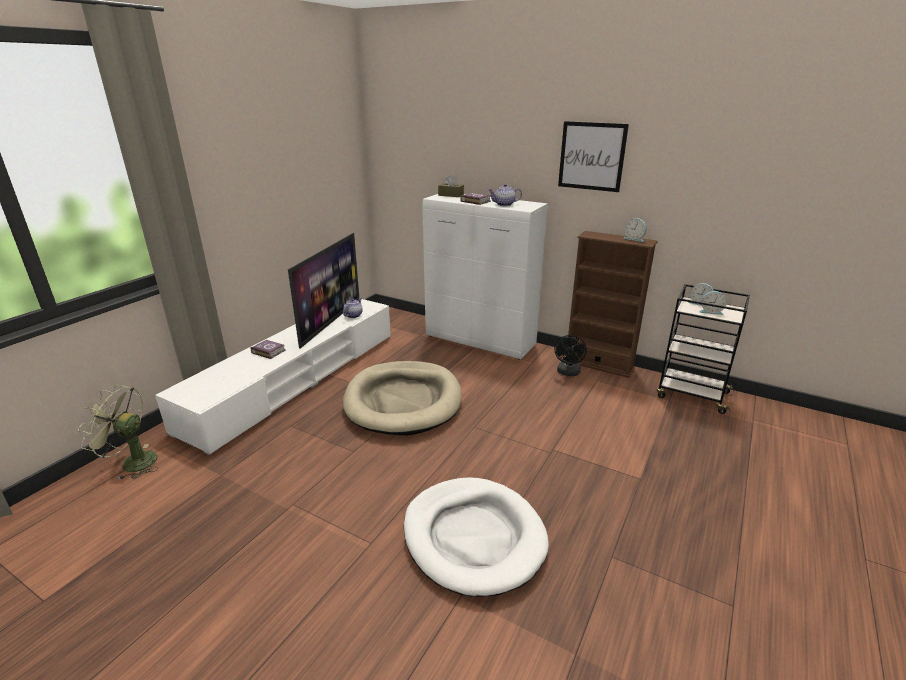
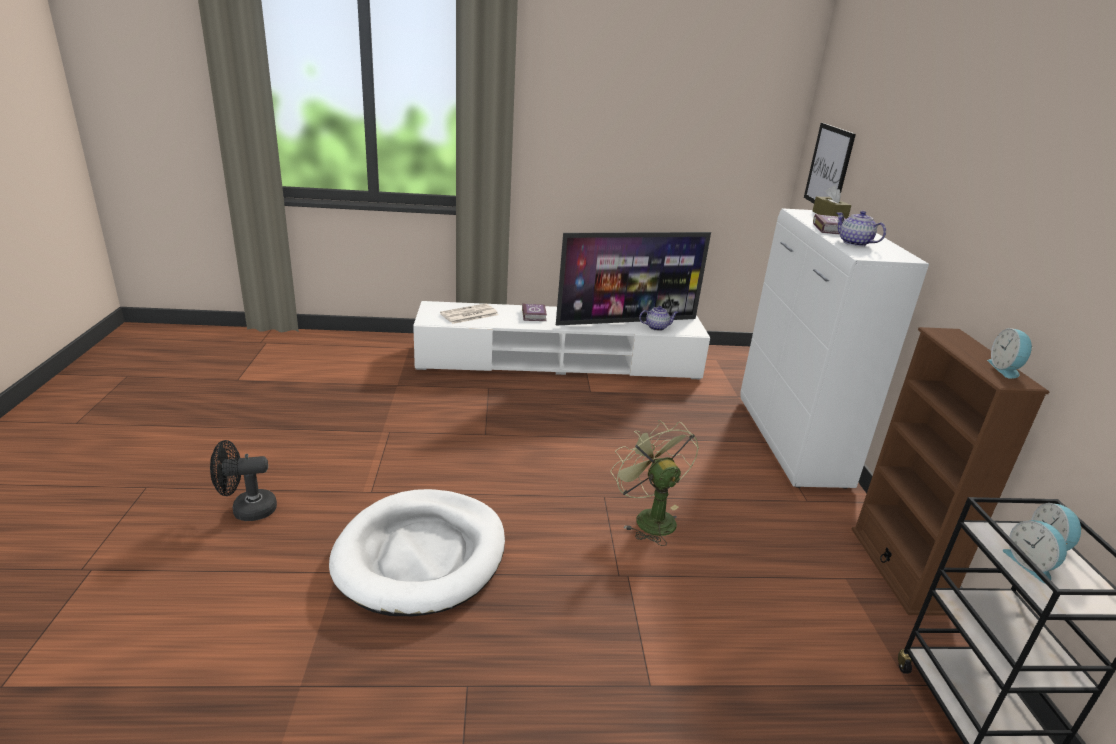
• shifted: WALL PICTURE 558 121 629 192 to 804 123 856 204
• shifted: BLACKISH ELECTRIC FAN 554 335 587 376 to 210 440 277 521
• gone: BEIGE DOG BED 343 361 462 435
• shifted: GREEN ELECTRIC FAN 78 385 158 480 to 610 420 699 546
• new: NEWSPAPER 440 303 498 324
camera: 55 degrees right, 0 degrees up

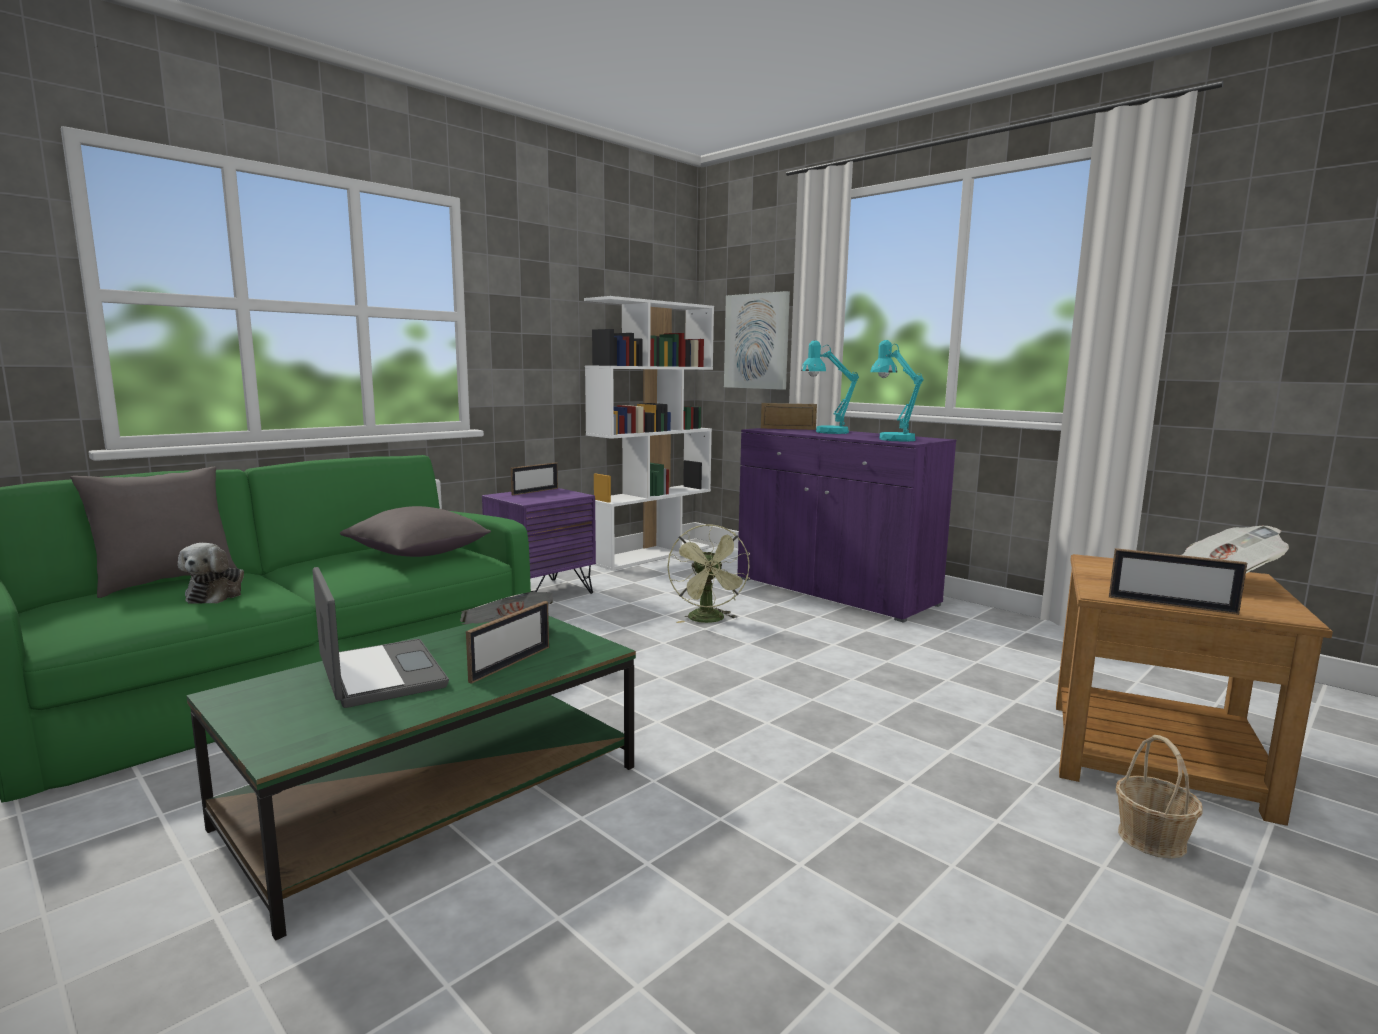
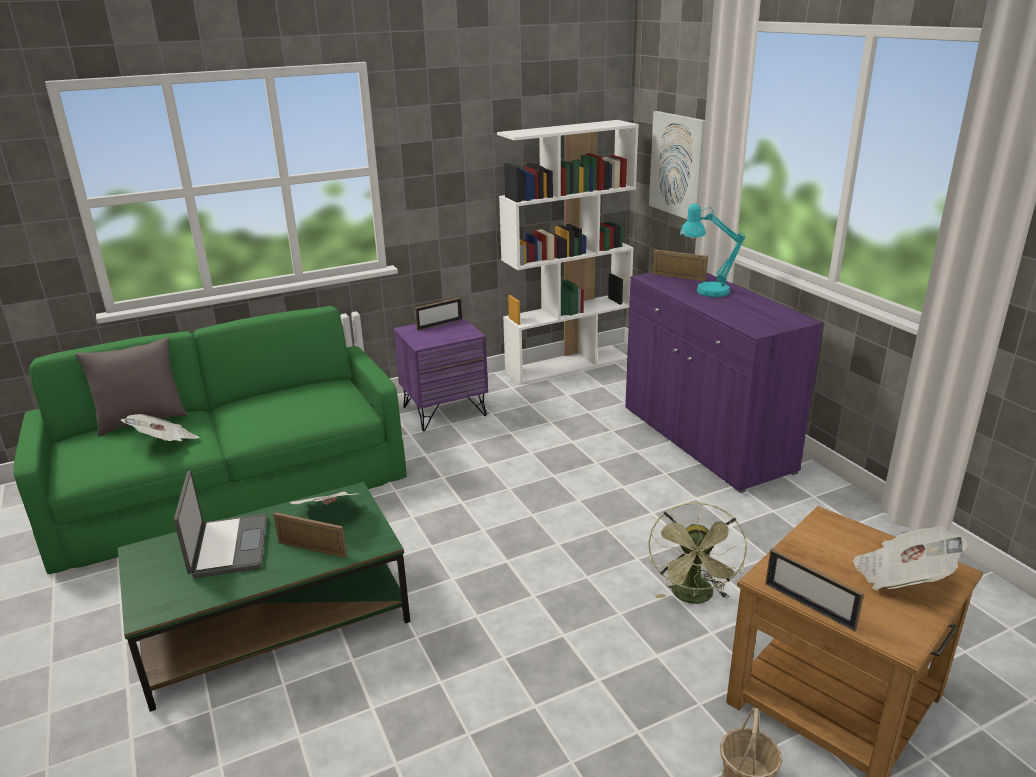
• gone: BLUE-GREEN TABLETOP LAMP 870 340 924 442
• gone: GREY THROW PILLOW 340 506 491 557
• shifted: GREEN ELECTRIC FAN 667 524 750 623 to 648 502 747 604
• swapped: SOFT TOY 178 543 244 604 to NEWSPAPER 121 414 199 441
• rotated: PICTURE FRAME 466 601 549 684 = 273 512 347 558 120 degrees counterclockwise
camera: 20 degrees right, 15 degrees up

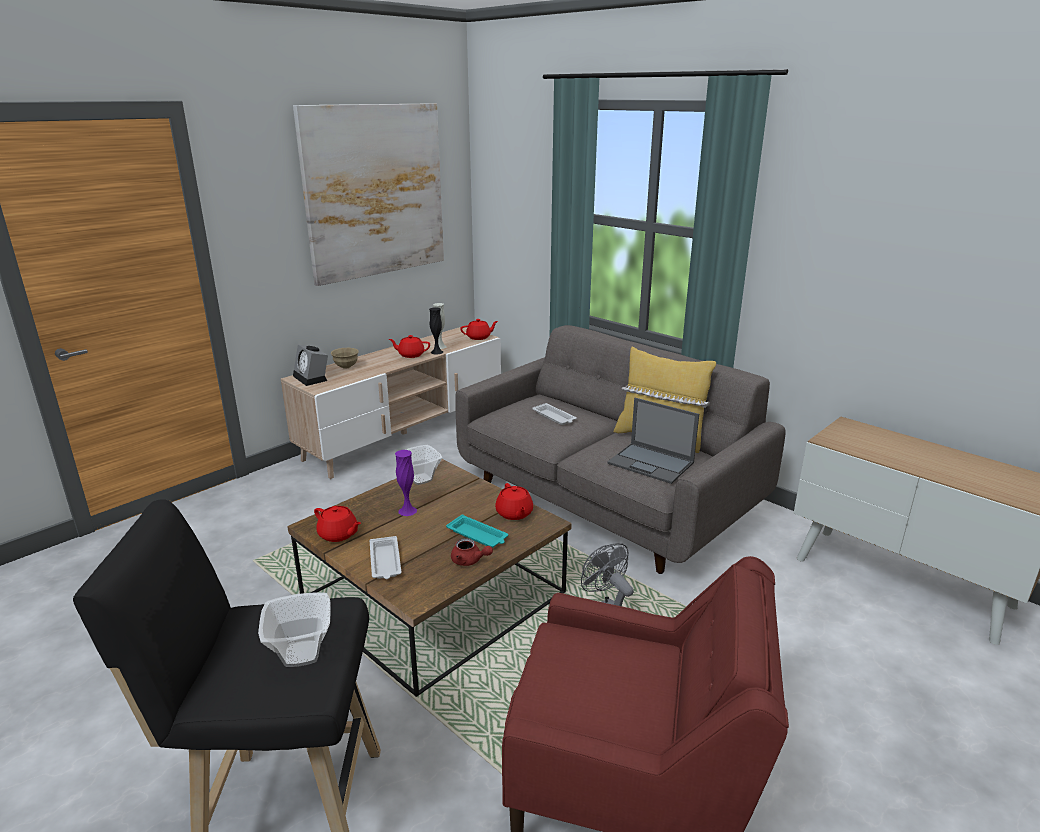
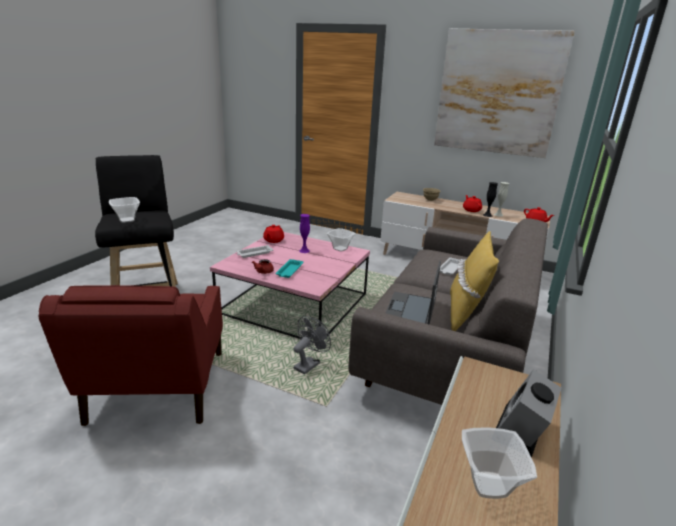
• shifted: TABLE CLOCK 293 345 328 386 to 496 369 561 457
• repainted: BROWNISH LOUNGE TABLE 287 459 572 697 to PINK-COLOURED LOUNGE TABLE 210 232 370 343
• gone: REDDISH TEA POT 495 483 533 520
• new: SERVING BOWL 462 427 537 499
camera: 70 degrees right, 0 degrees up

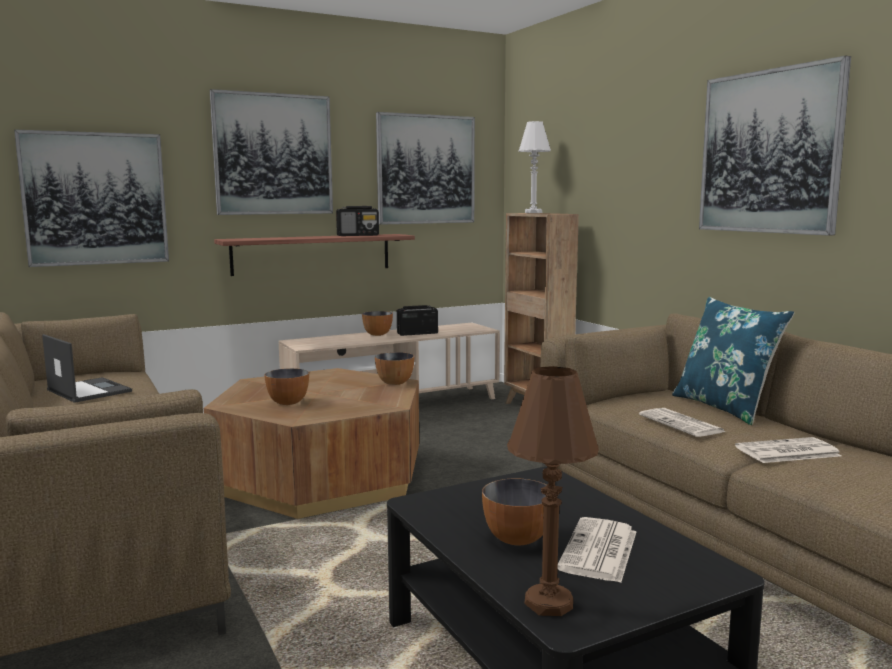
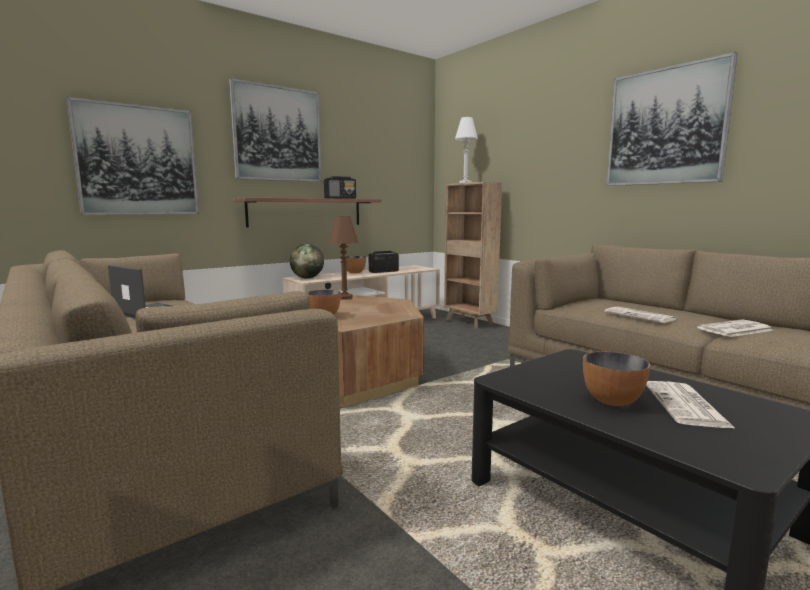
• gone: WALL PICTURE 376 112 475 225
• gone: BLUISH THROW PILLOW 672 297 794 425
• gone: SERVING BOWL 375 352 414 385
• shifted: BROWNISH TABLETOP LAMP 507 366 599 616 to 328 216 359 300
• new: DESK GLOBE 290 244 324 279
camera: 10 degrees left, 0 degrees up

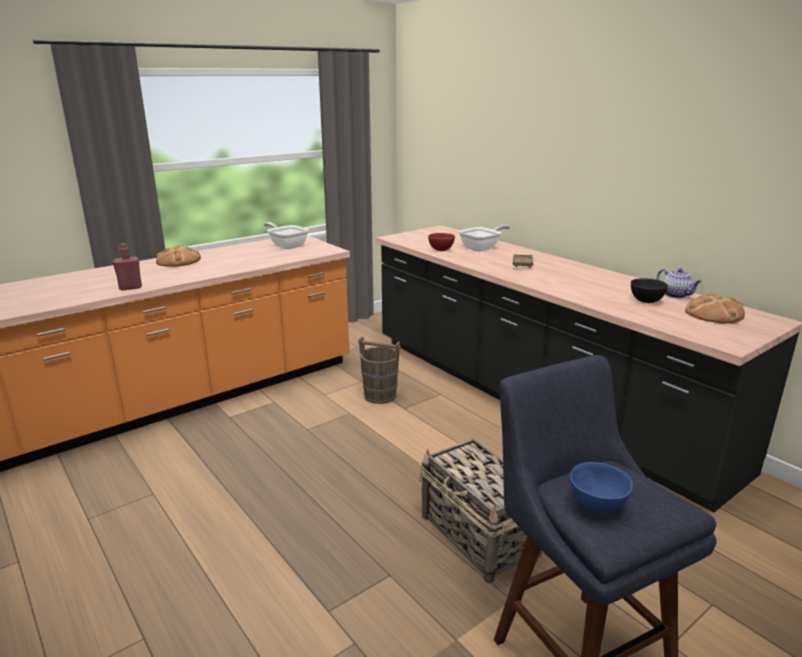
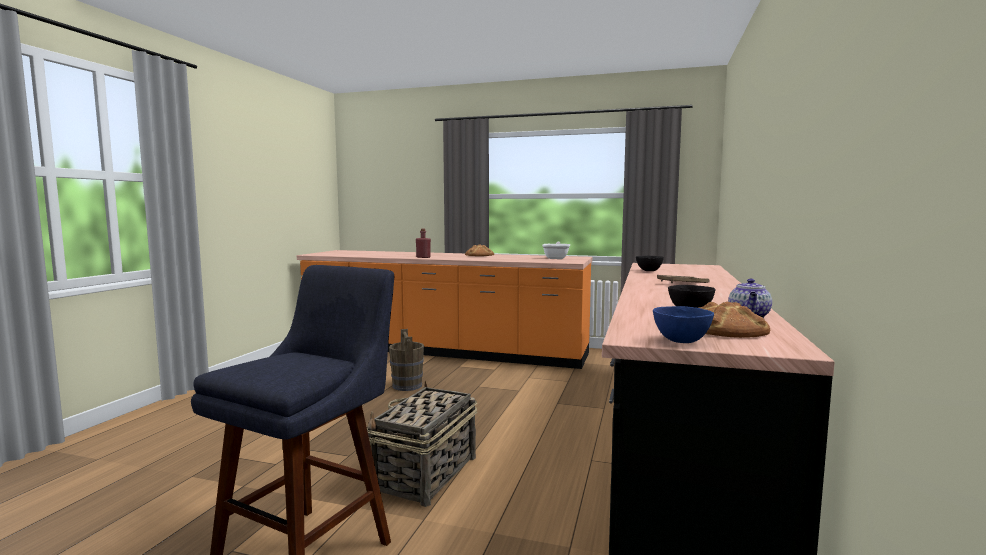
• gone: PAN 458 225 510 251
• repainted: REDDISH SERVING BOWL 428 233 455 251 to BLACKISH SERVING BOWL 636 256 664 271
• shifted: BROWNISH PAIL 358 337 401 404 to 389 329 424 391
• shifted: BLUISH SERVING BOWL 570 462 633 514 to 653 306 714 343
camera: 55 degrees right, 15 degrees down

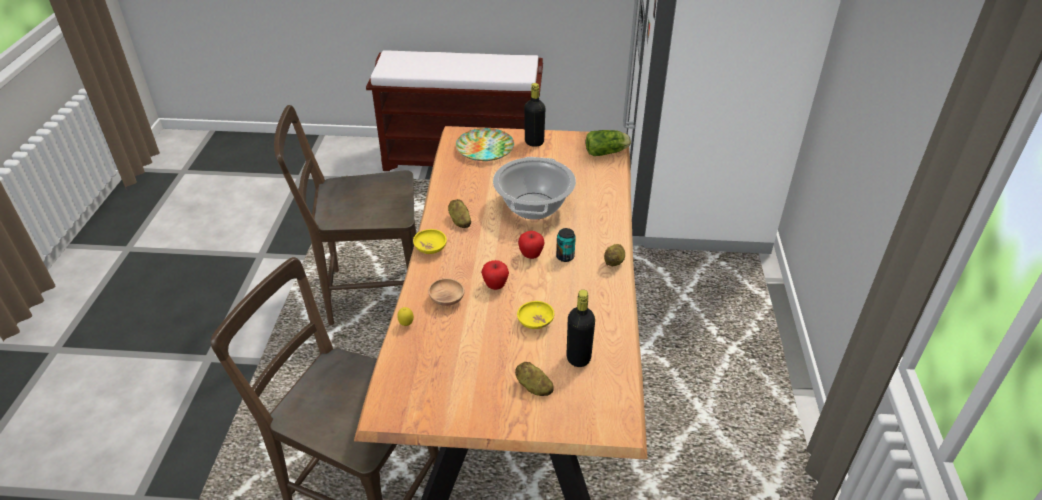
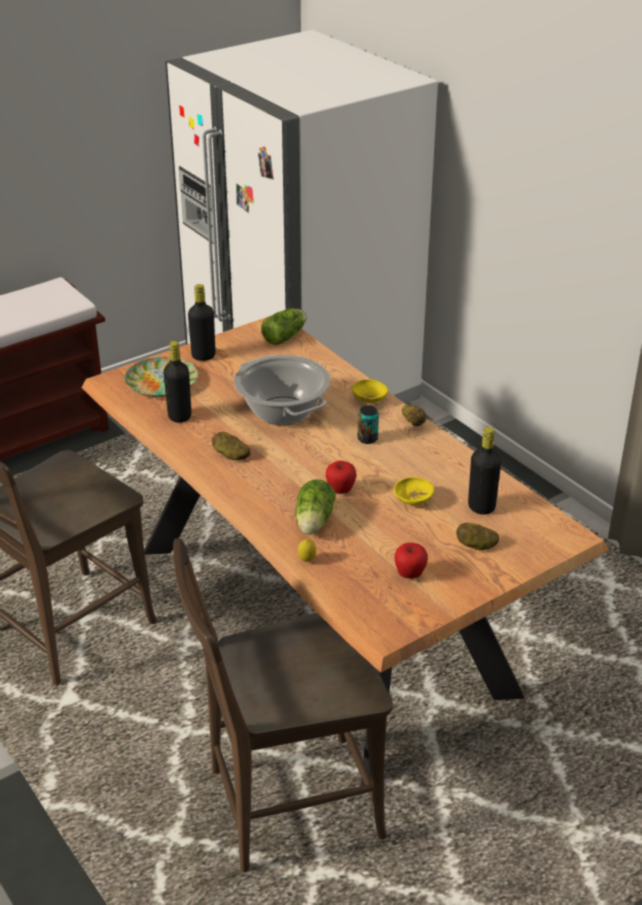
• shifted: YELLOW-COLOURED SERVING BOWL 413 229 447 254 to 352 379 388 403
• shifted: APPLE 518 231 545 259 to 395 543 428 579
• swapped: BROWNISH SERVING BOWL 428 278 465 306 to LETTUCE HEAD 295 479 336 535
• new: BLACKISH DRINK BOTTLE 164 341 191 423
camera: 40 degrees left, 5 degrees down

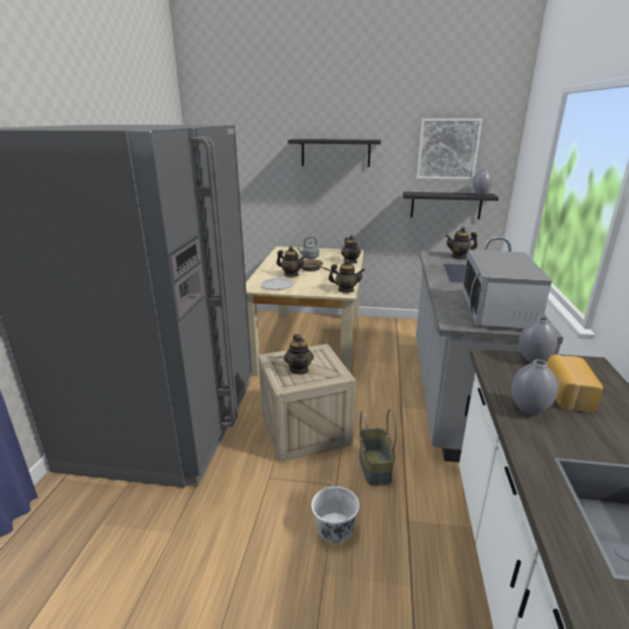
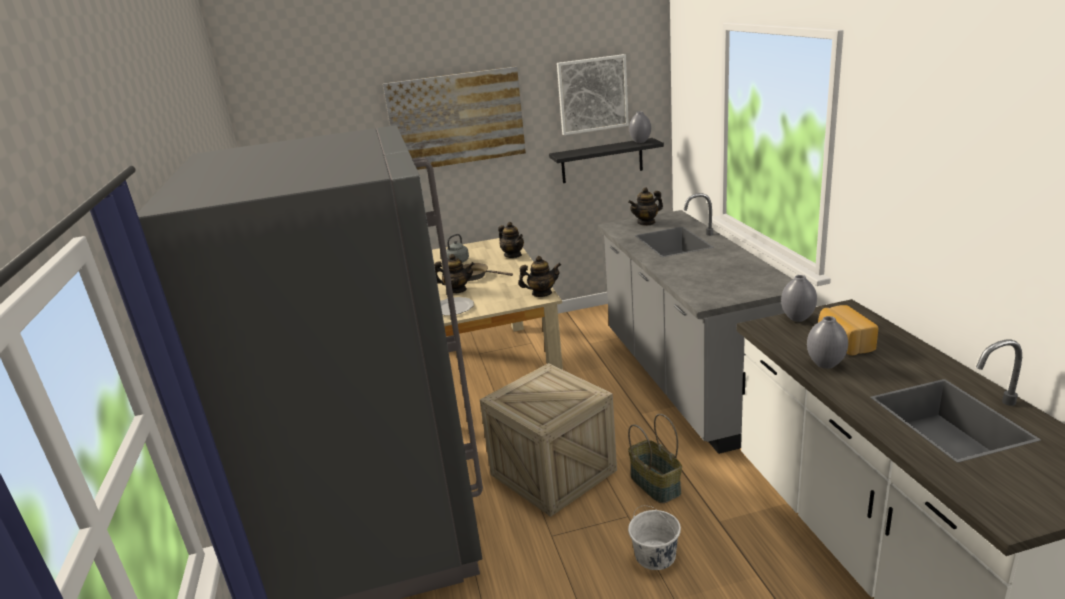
• swapped: BLACKISH BRACKET SHELF 288 139 381 167 to WALL PICTURE 383 66 526 170
• gone: MICROWAVE OVEN 462 250 552 328
• gone: TEA POT 284 334 314 375
camera: 20 degrees left, 0 degrees up

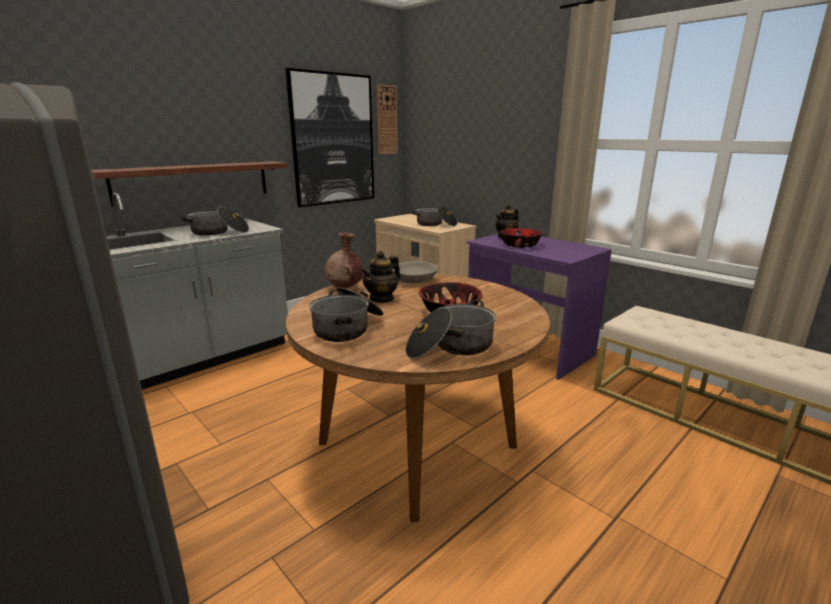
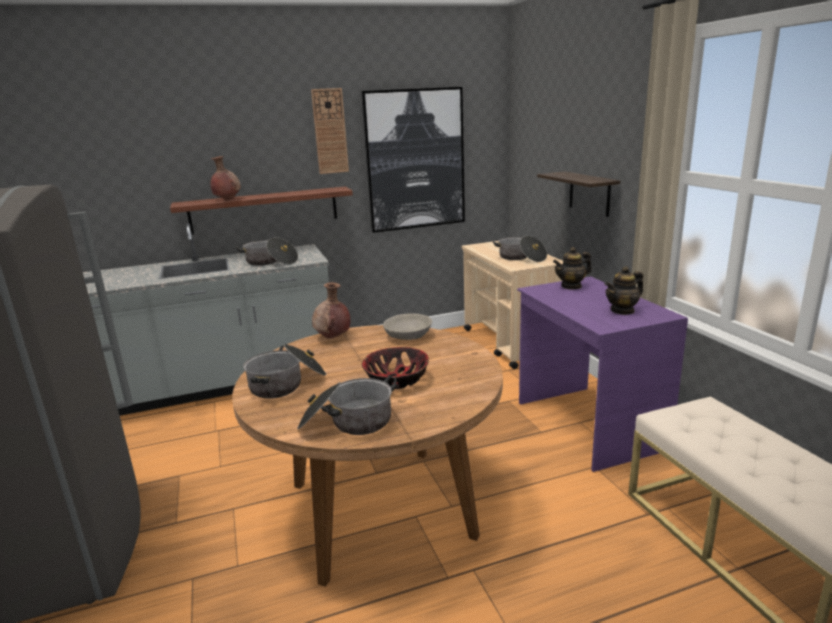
• shifted: HANGING CLOCK 377 84 398 154 to 311 88 349 174
• gone: SERVING BOWL 500 228 543 248
• shifted: TEA POT 360 251 400 303 to 605 266 643 315
• new: BROWNISH VASE 210 156 241 200
• new: BRACKET SHELF 537 171 620 217
camera: 25 degrees right, 0 degrees up

